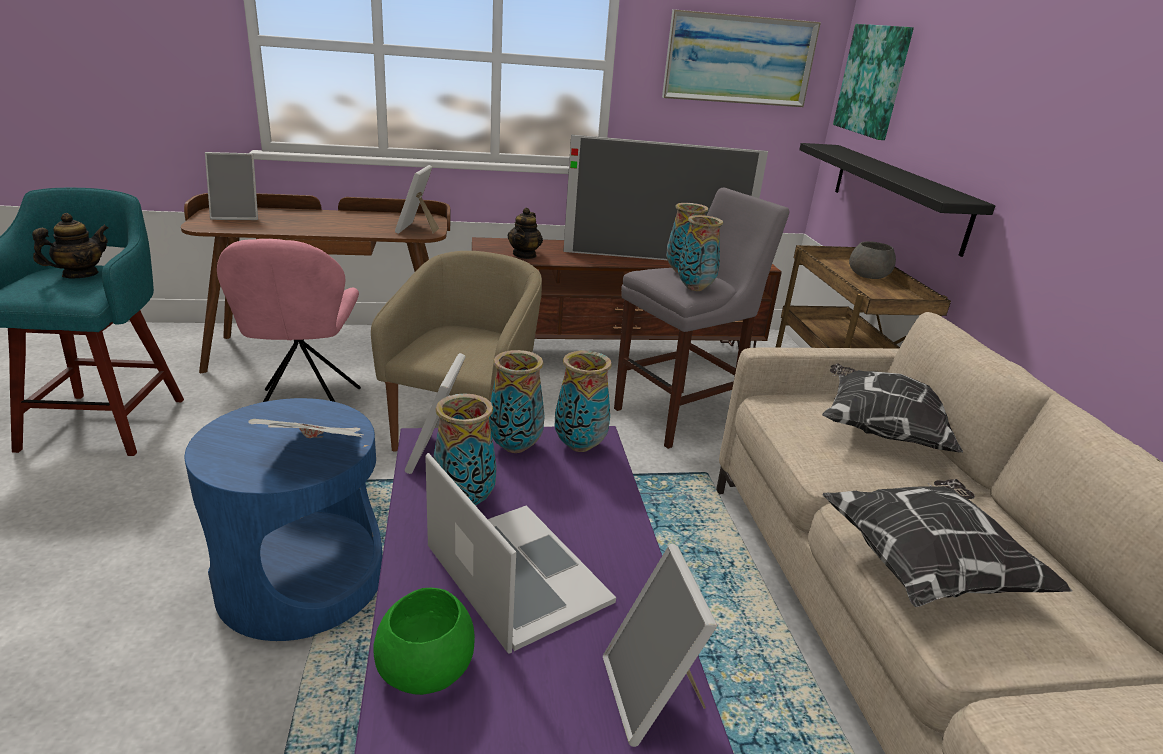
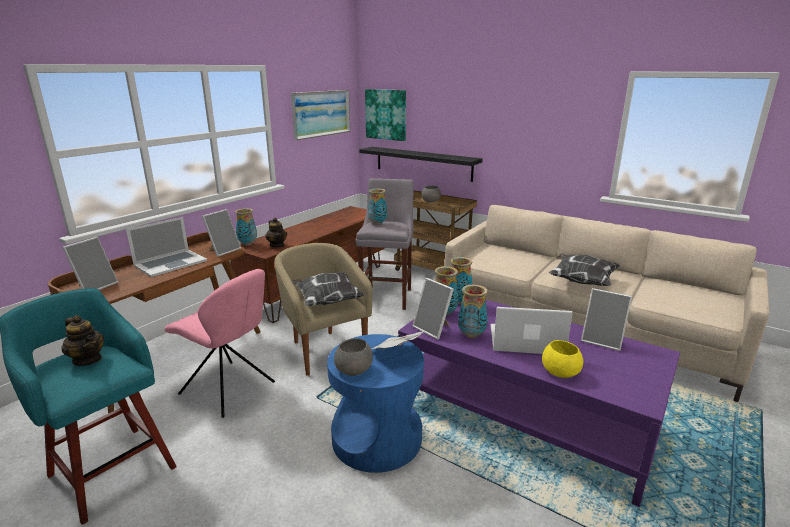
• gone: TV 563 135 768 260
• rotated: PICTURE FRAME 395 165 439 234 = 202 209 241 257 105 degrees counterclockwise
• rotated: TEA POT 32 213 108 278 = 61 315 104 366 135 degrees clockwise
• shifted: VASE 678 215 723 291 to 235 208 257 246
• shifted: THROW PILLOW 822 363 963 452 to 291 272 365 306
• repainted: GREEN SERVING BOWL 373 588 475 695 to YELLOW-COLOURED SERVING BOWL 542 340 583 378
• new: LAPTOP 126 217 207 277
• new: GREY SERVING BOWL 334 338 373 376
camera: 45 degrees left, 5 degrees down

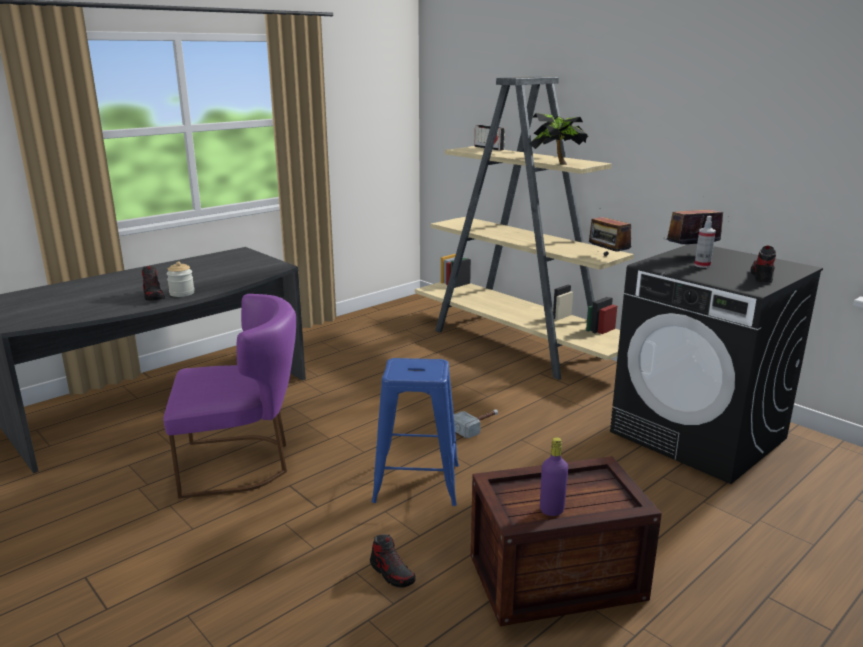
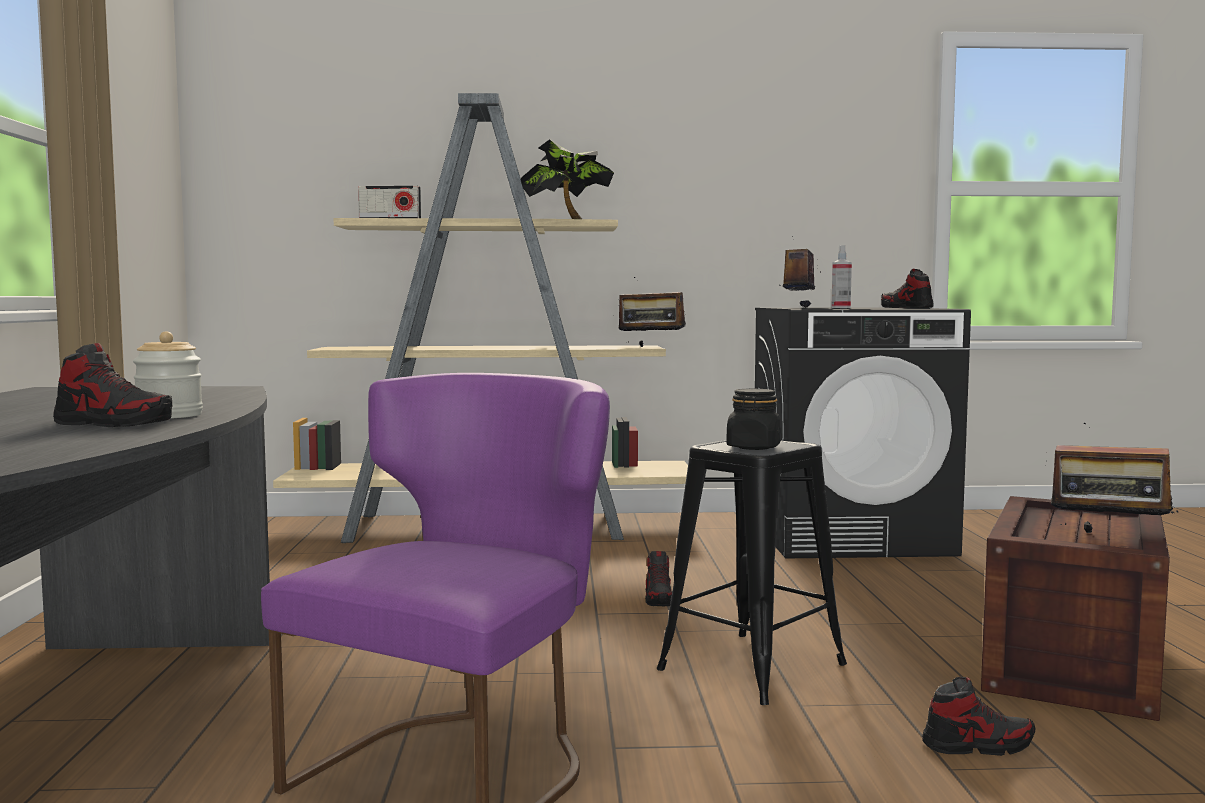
• repainted: BLUISH SITTING STOOL 372 358 459 506 to BLACKISH SITTING STOOL 657 440 847 705
• swapped: HAND HAMMER 453 409 498 438 to SHOE 645 551 672 606
• swapped: PURPLE DRINK BOTTLE 540 437 568 516 to RADIO RECEIVER 1046 422 1179 533
• new: BLACKISH PRESERVE JAR 727 389 781 450
camera: 50 degrees left, 15 degrees down

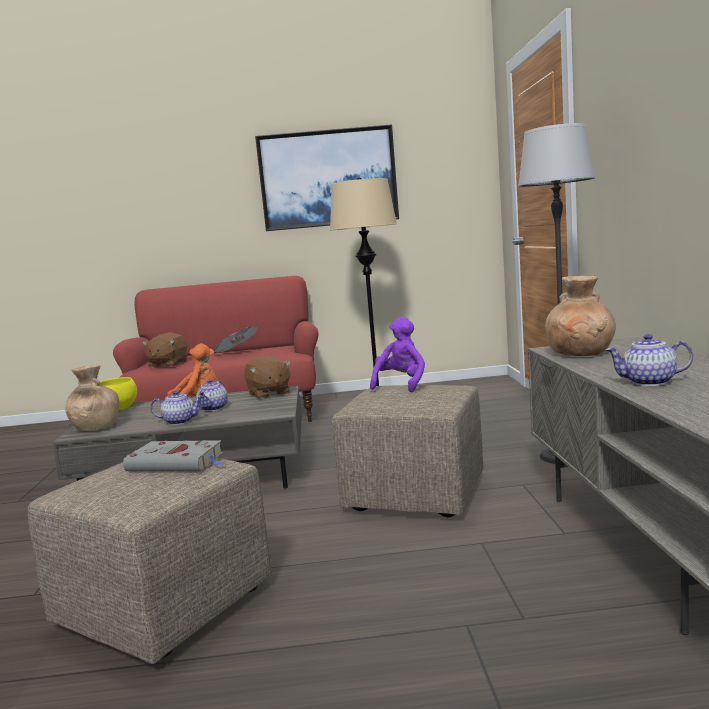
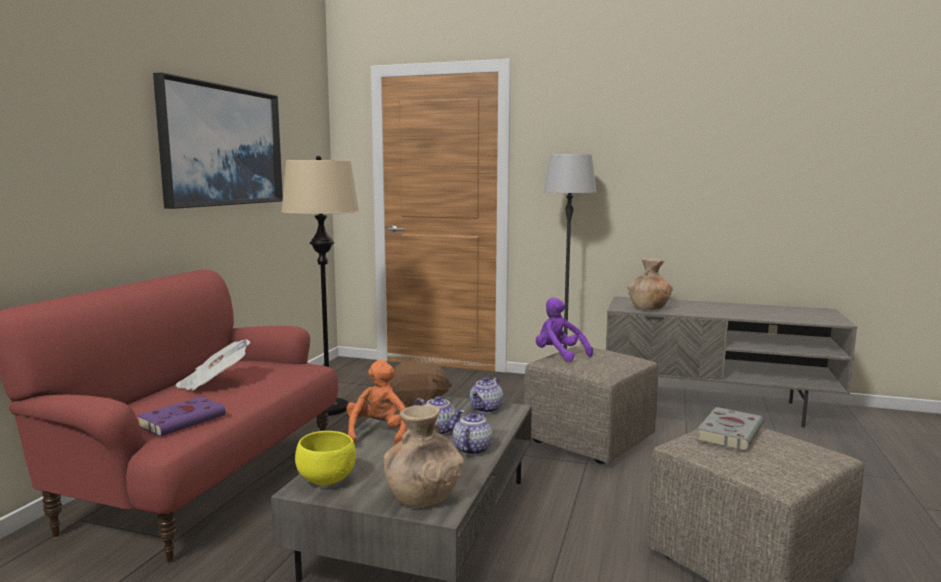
• swapped: BROWNISH SOFT TOY 142 332 187 368 to PURPLE BOOK 137 397 228 437
• shifted: TEA POT 605 334 693 386 to 470 377 503 413
camera: 70 degrees left, 0 degrees up

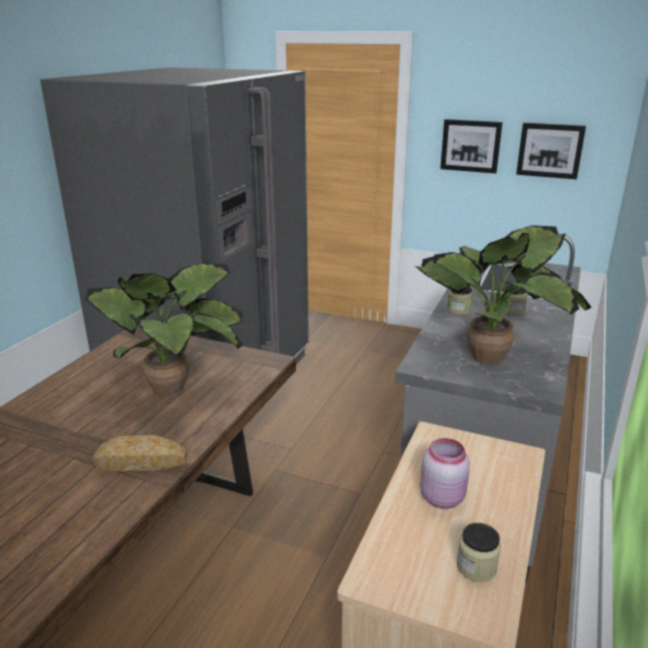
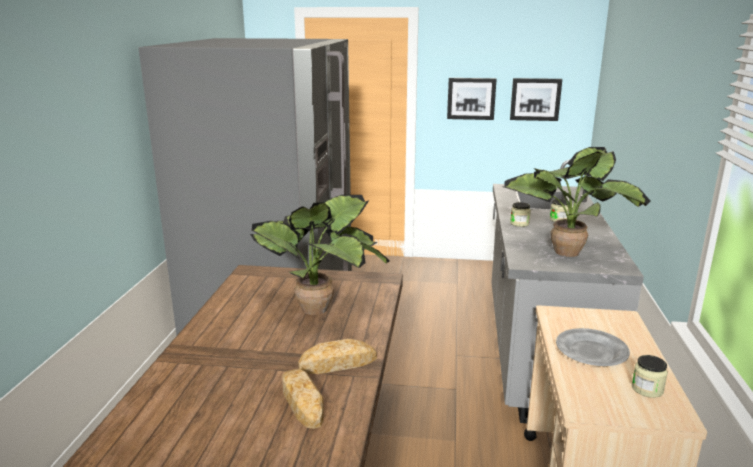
• swapped: PINK-COLOURED PRESERVE JAR 420 438 470 509 to GREY PLATE 556 328 630 366
• new: BAKED BREAD 282 369 324 429
camera: 15 degrees left, 5 degrees down

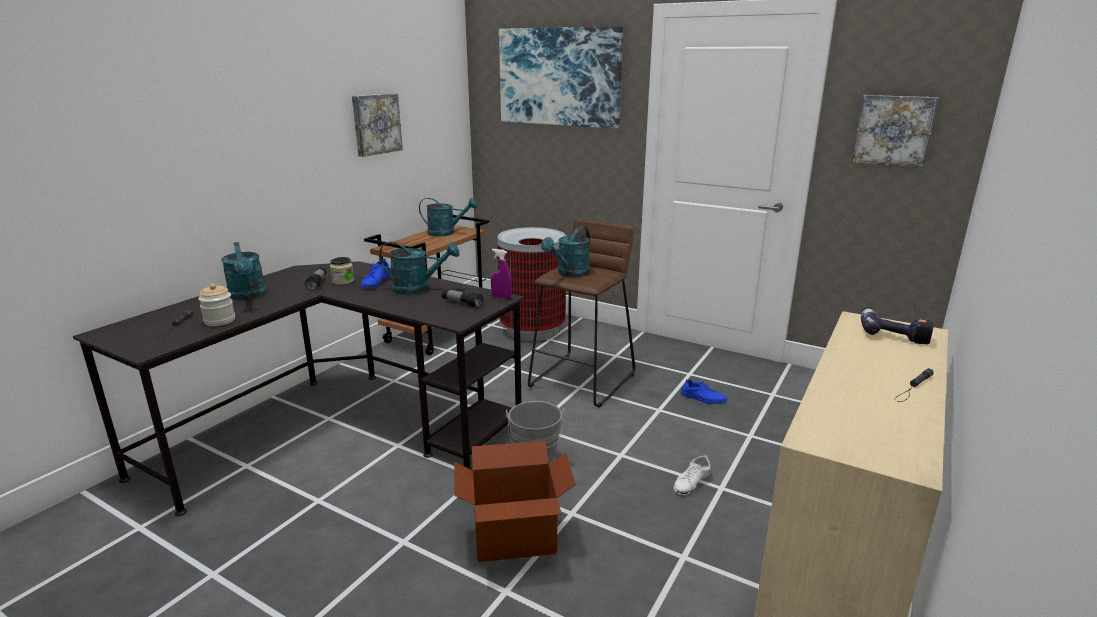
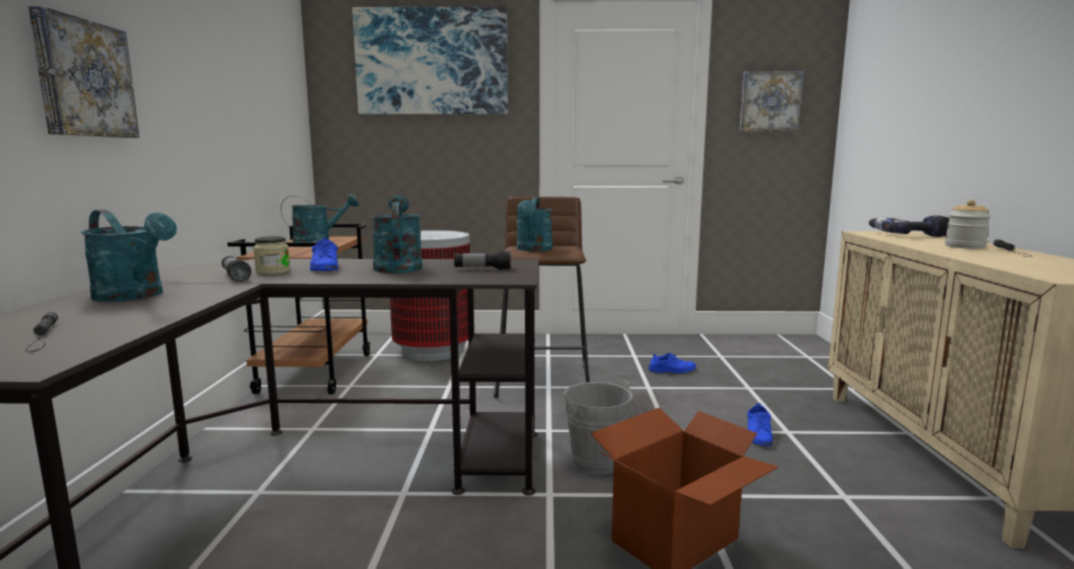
• shifted: WALL PICTURE 352 93 403 157 to 28 6 140 138
• rotated: BLUE-GREEN WATERING POT 379 242 459 295 = 372 196 422 273 75 degrees counterclockwise
• gone: PURPLE HAND SPRAYER 491 249 512 299
• shifted: PRESERVE JAR 198 284 235 326 to 945 200 991 249
• repainted: WHITE SHOE 673 455 711 495 to BLUISH SHOE 747 403 773 446
camera: 30 degrees left, 10 degrees down

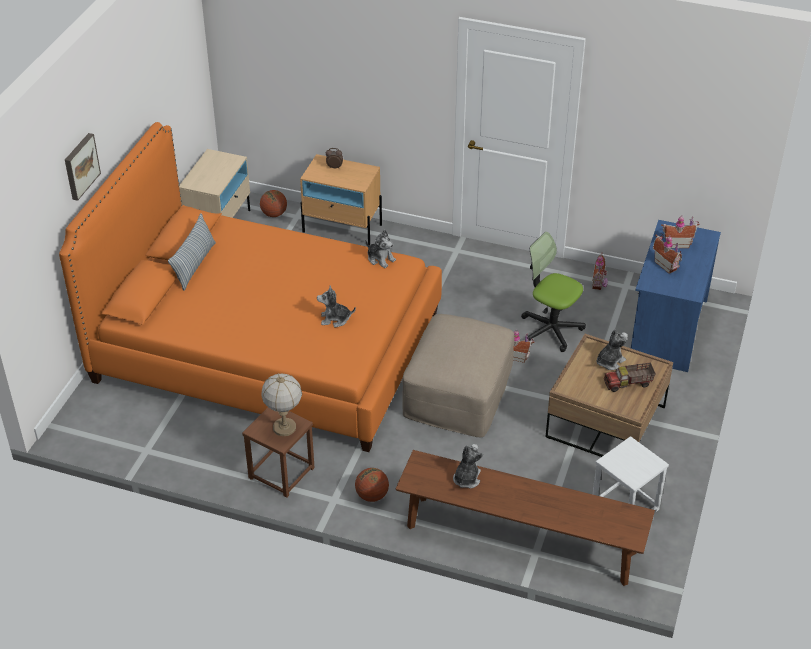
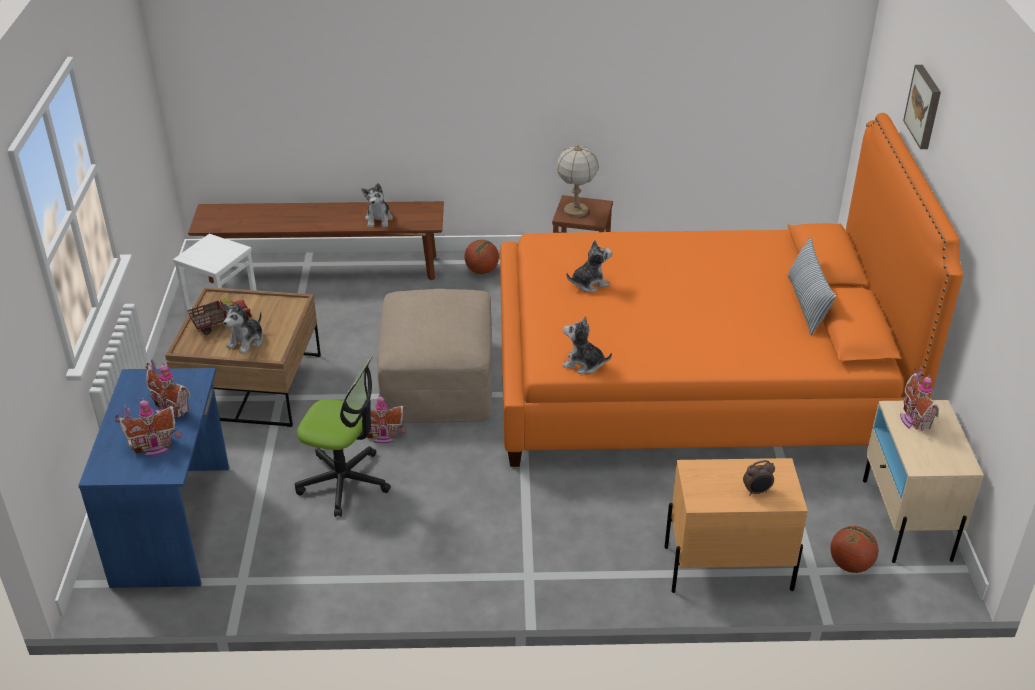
• shifted: MODEL HOUSE 592 252 608 290 to 900 367 939 431
camera: 160 degrees right, 5 degrees down

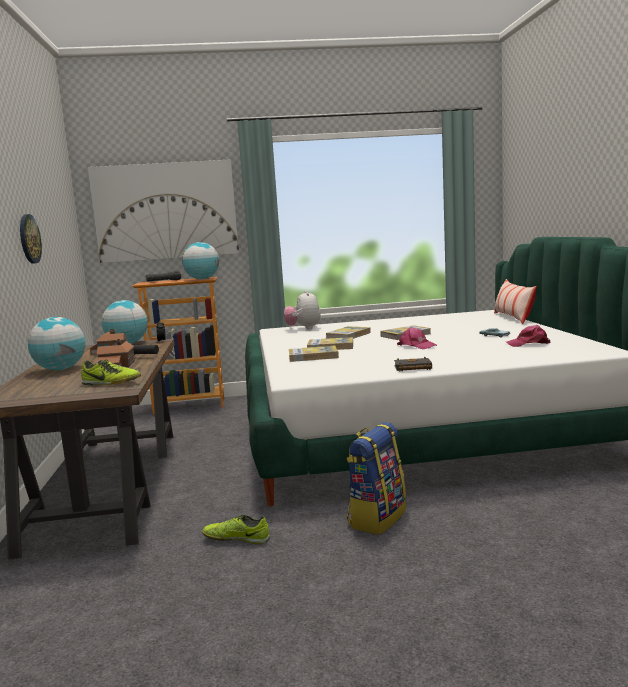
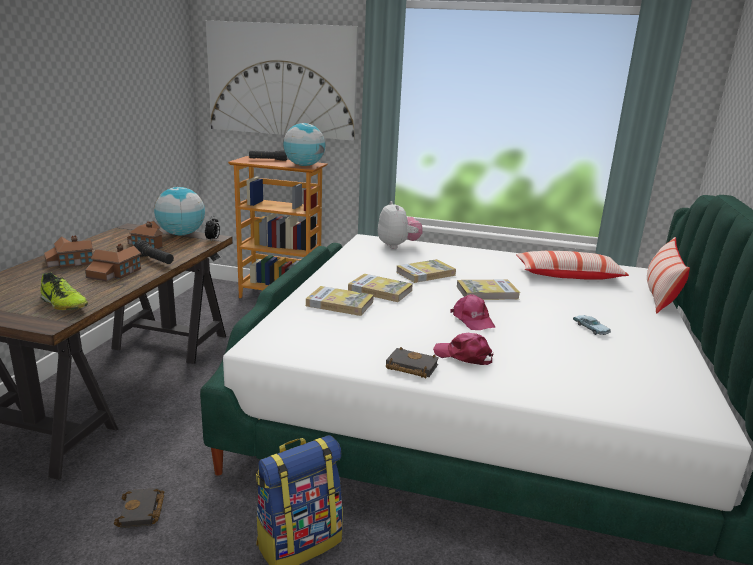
• gone: HANGING CLOCK 20 214 42 264
• rotated: SOFT TOY 284 291 321 329 = 378 201 423 249 150 degrees clockwise
• swapped: DESK GLOBE 28 317 85 370 to MODEL HOUSE 44 235 93 268
• shifted: PINK-COLOURED BASEBALL CAP 506 325 550 347 to 433 333 493 365
• swapped: SHOE 202 515 270 544 to BLACKISH BOOK 114 488 164 528
• new: THROW PILLOW 516 251 629 280
camera: 20 degrees right, 10 degrees up

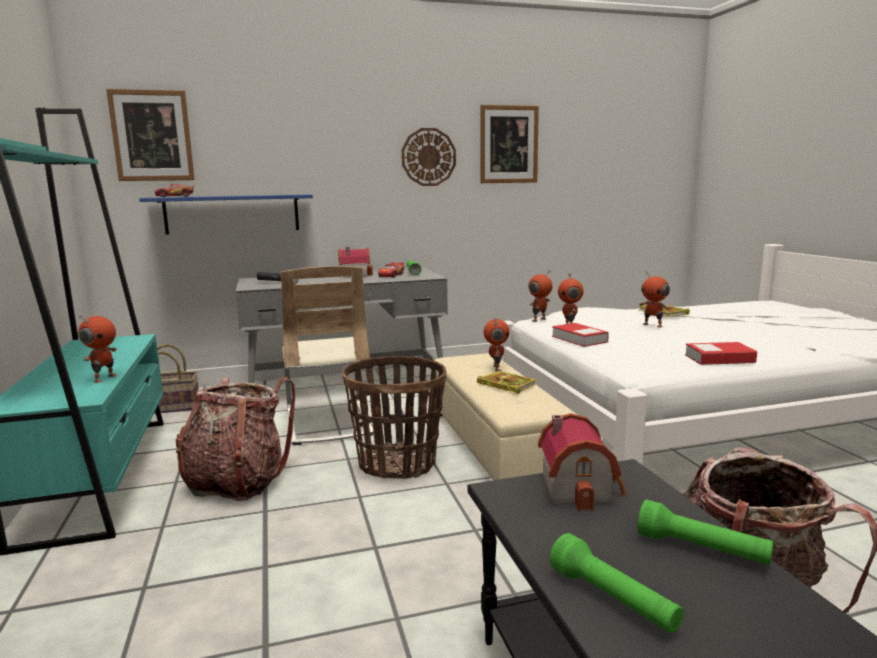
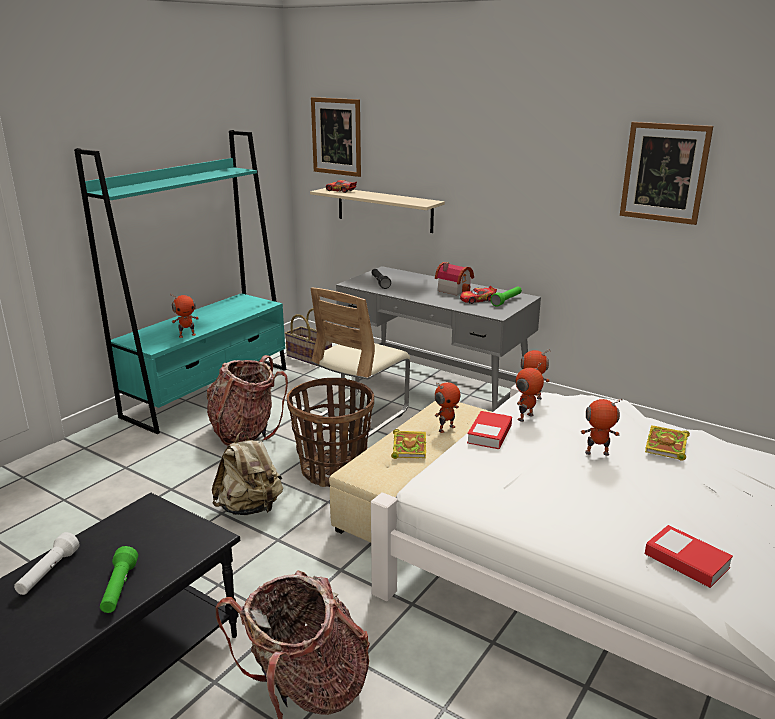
• gone: HANGING CLOCK 402 128 456 186
• repainted: BLUISH BRACKET SHELF 139 194 313 235 to BEIGE BRACKET SHELF 310 188 445 233
• rotated: TOY ROBOT 639 272 670 328 = 581 398 622 456 90 degrees clockwise
• shifted: BOOK 685 342 757 365 to 645 525 733 588
• gone: MODEL HOUSE 538 413 626 511
• repainted: GREEN TORCH 550 533 684 633 to WHITE TORCH 14 532 79 595
• new: BEIGE BACKPACK 212 431 283 515
camera: 50 degrees right, 10 degrees up

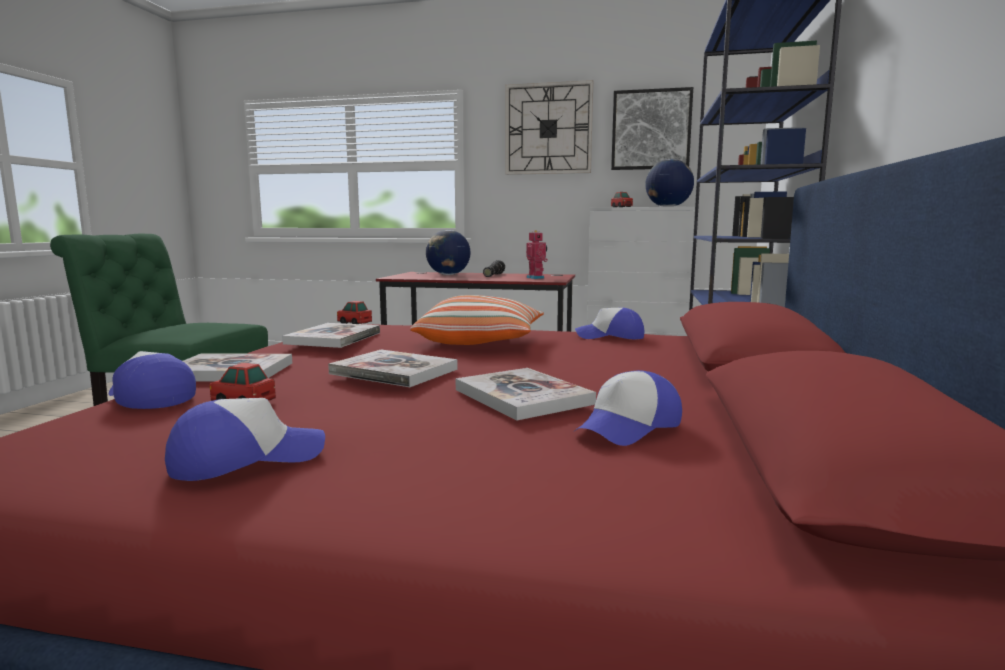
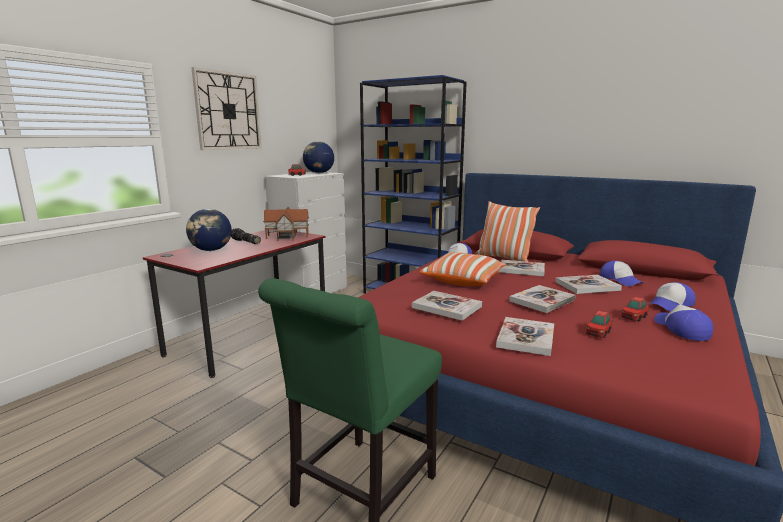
• gone: WALL PICTURE 611 87 693 170
• swapped: TOY ROBOT 526 230 548 279 to MODEL HOUSE 263 207 309 241
• shifted: MINIATURE CAR 337 301 372 324 to 621 297 649 321
• shifted: BASEBALL CAP 109 351 196 409 to 649 282 696 311
• new: THROW PILLOW 476 201 540 262
• new: BOOK 499 260 545 276
camera: 70 degrees left, 5 degrees up

